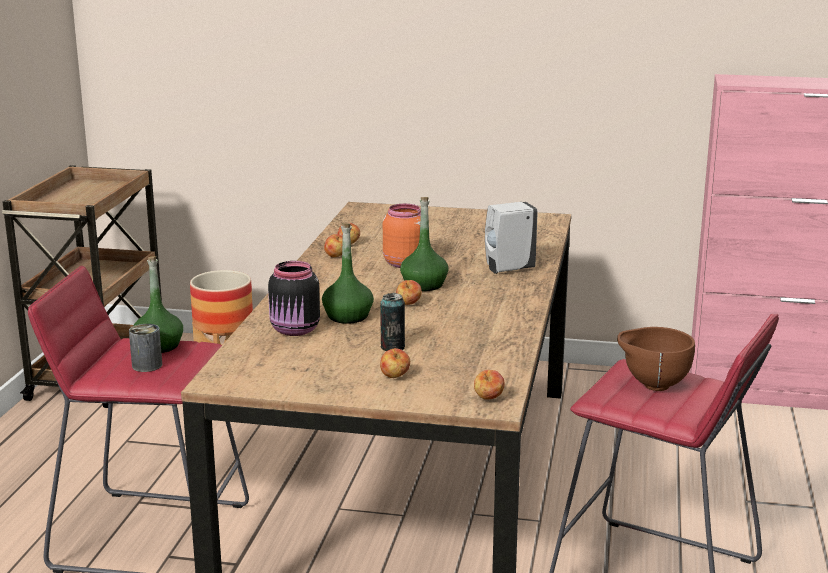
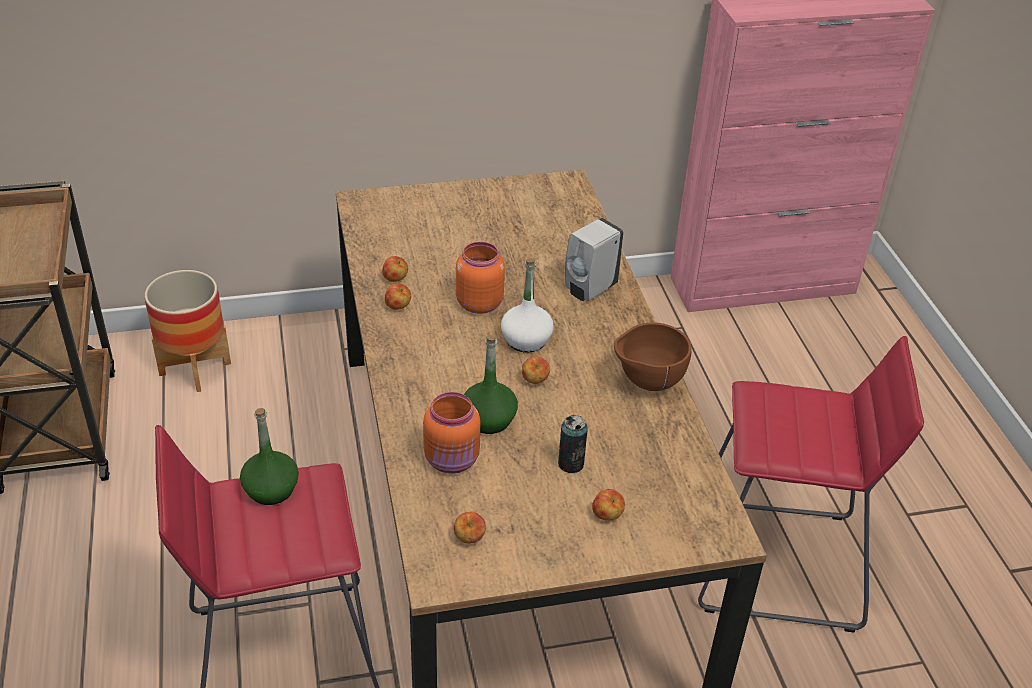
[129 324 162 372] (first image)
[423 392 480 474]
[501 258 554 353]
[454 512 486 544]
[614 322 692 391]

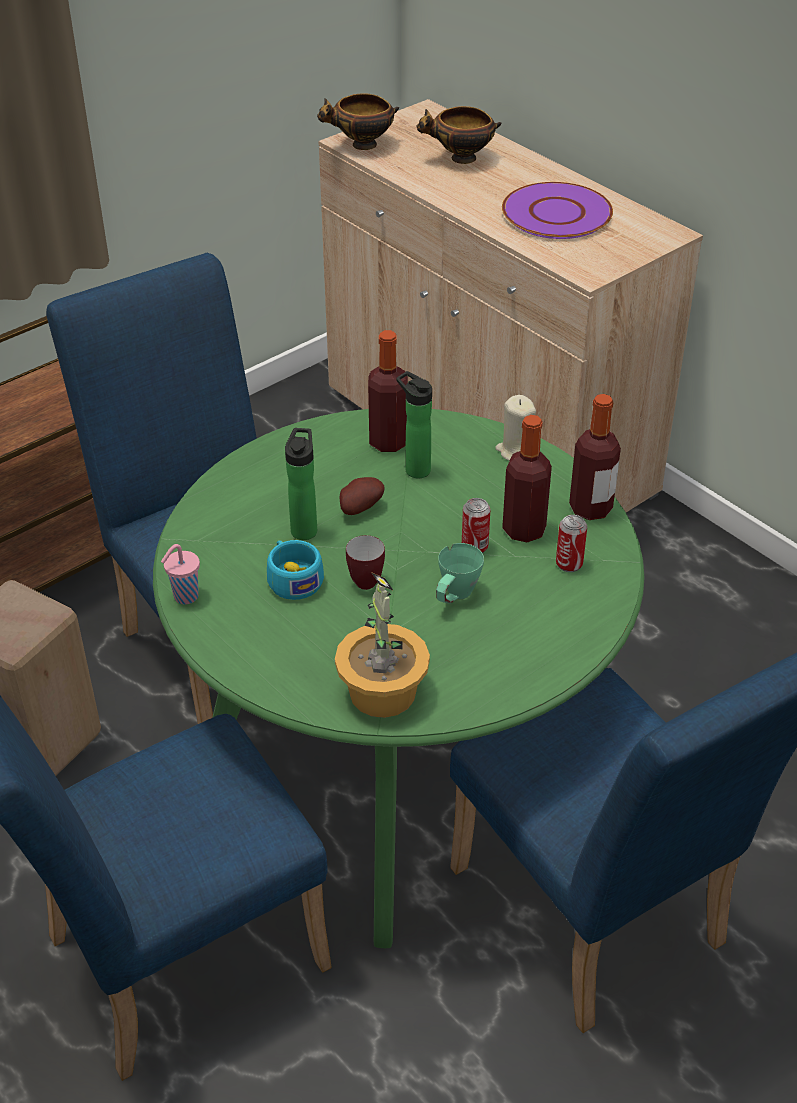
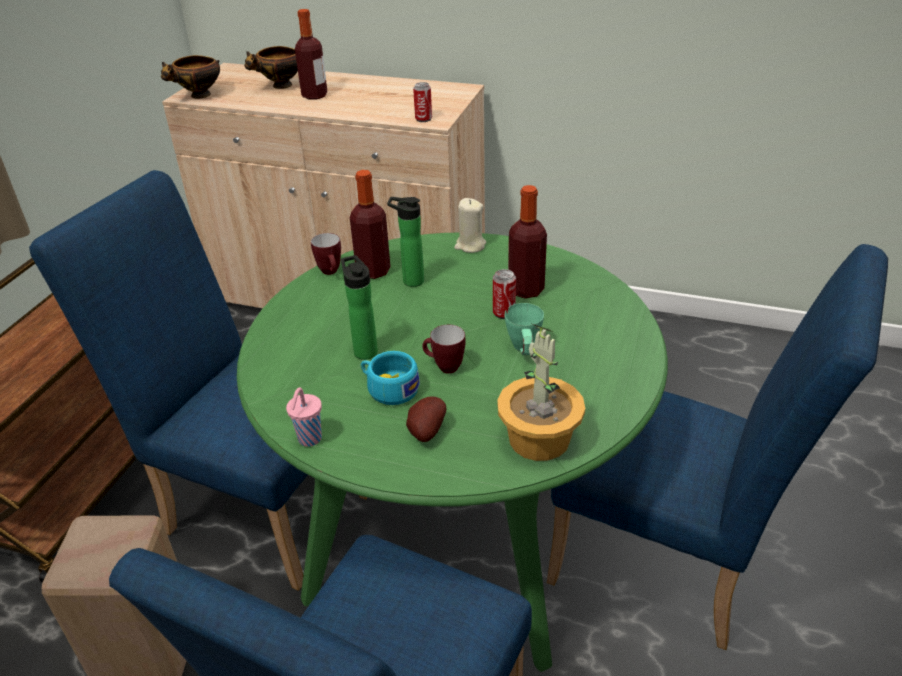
[406 396 446 442]
[502 182 613 239] (first image)
[413 82 432 122]
[295 9 327 100]
[311 233 341 275]

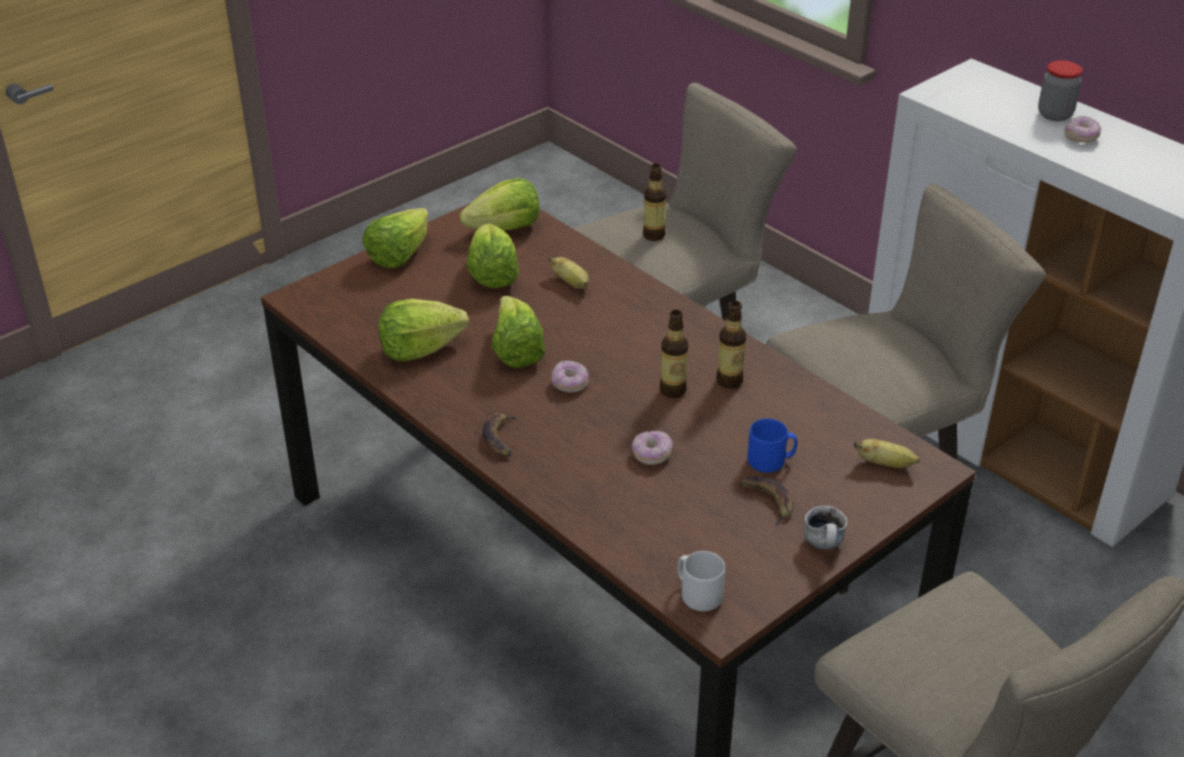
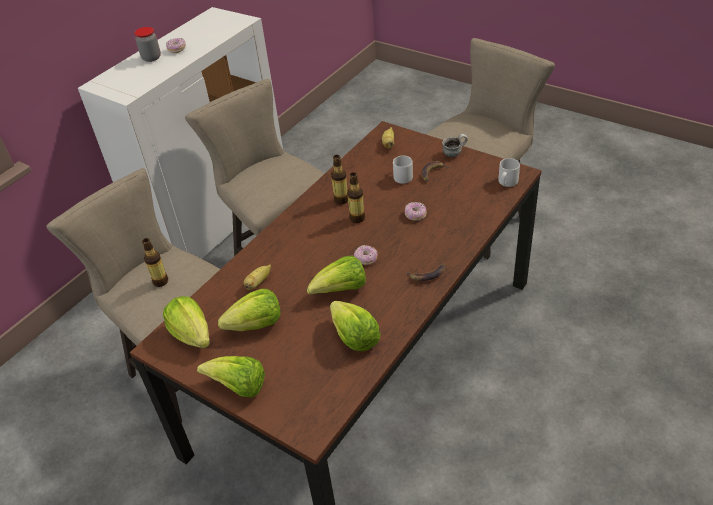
[393 156 413 184]

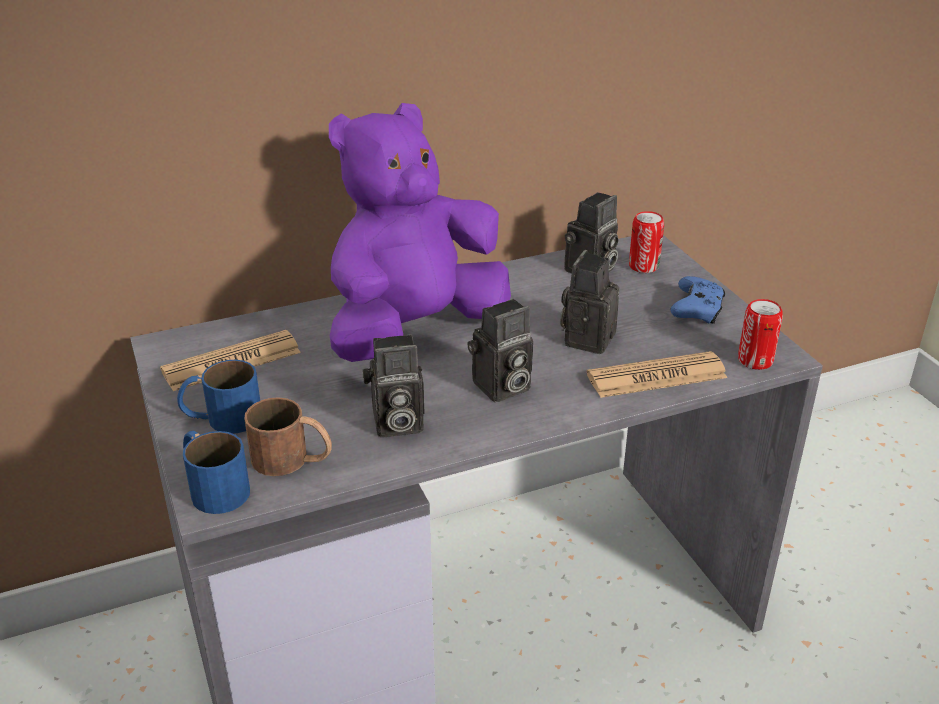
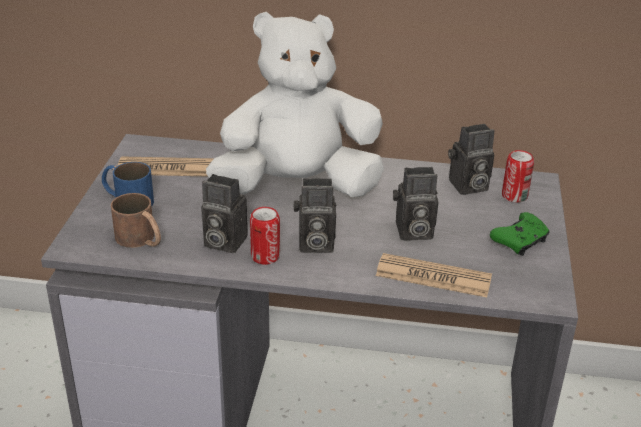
[183 431 250 514] (first image)
[206 12 384 197]
[393 167 438 240]
[490 212 550 256]
[250 207 280 265]

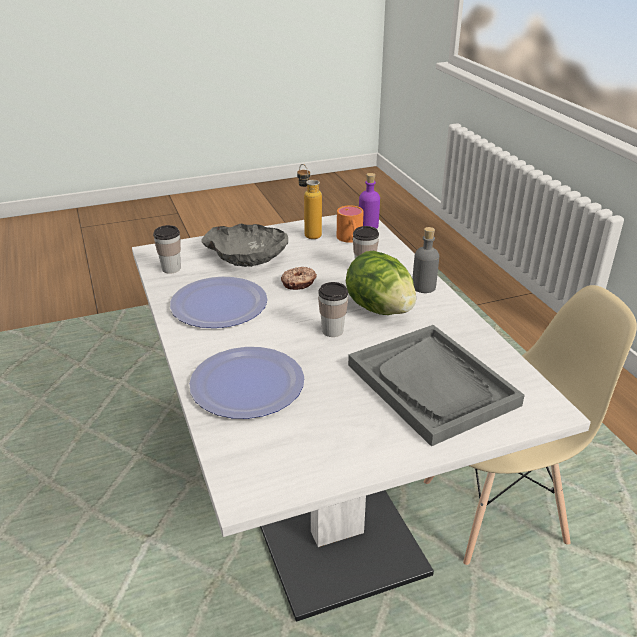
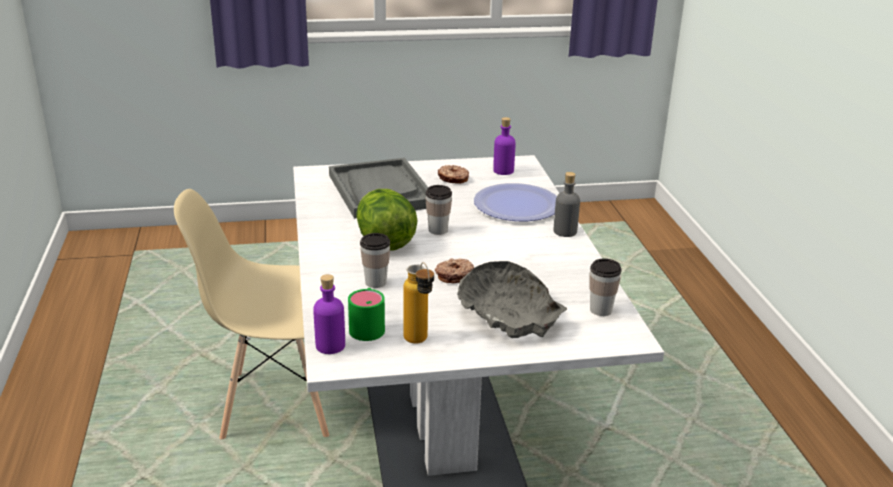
[170 277 268 328] (first image)
[348 288 385 341]
[554 172 580 237]
[438 165 469 184]
[493 117 516 175]

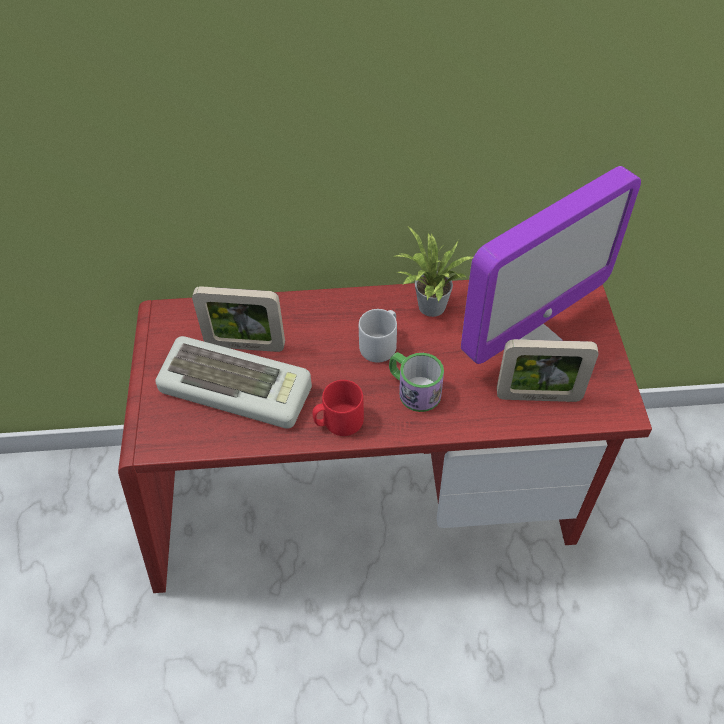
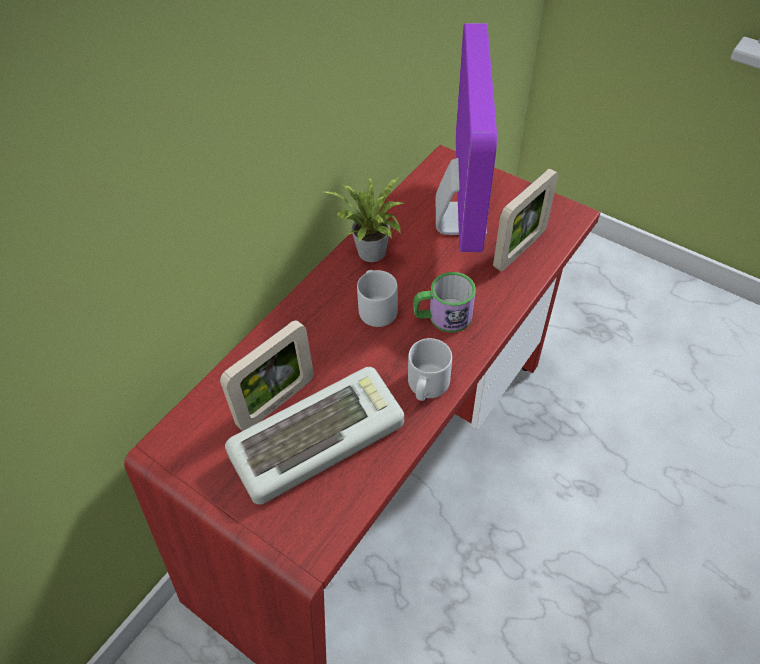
[408 338 452 401]

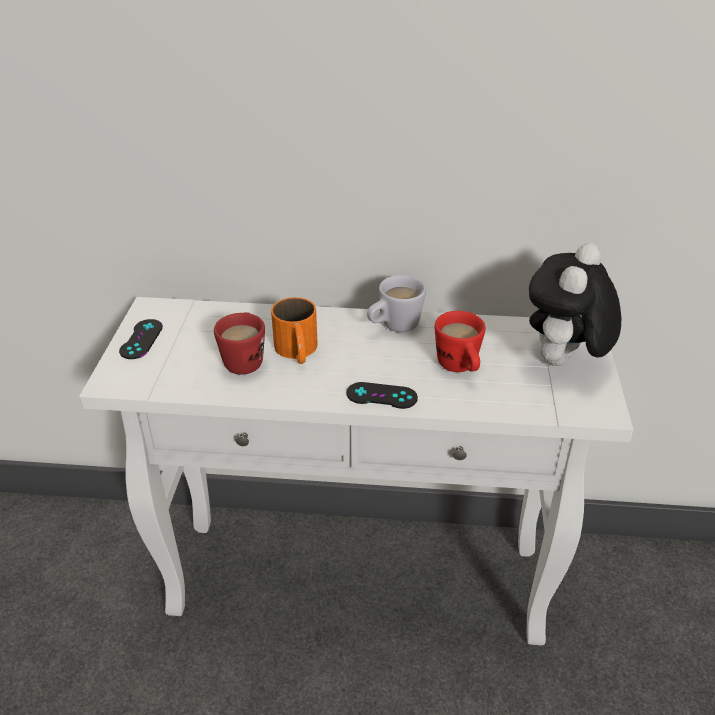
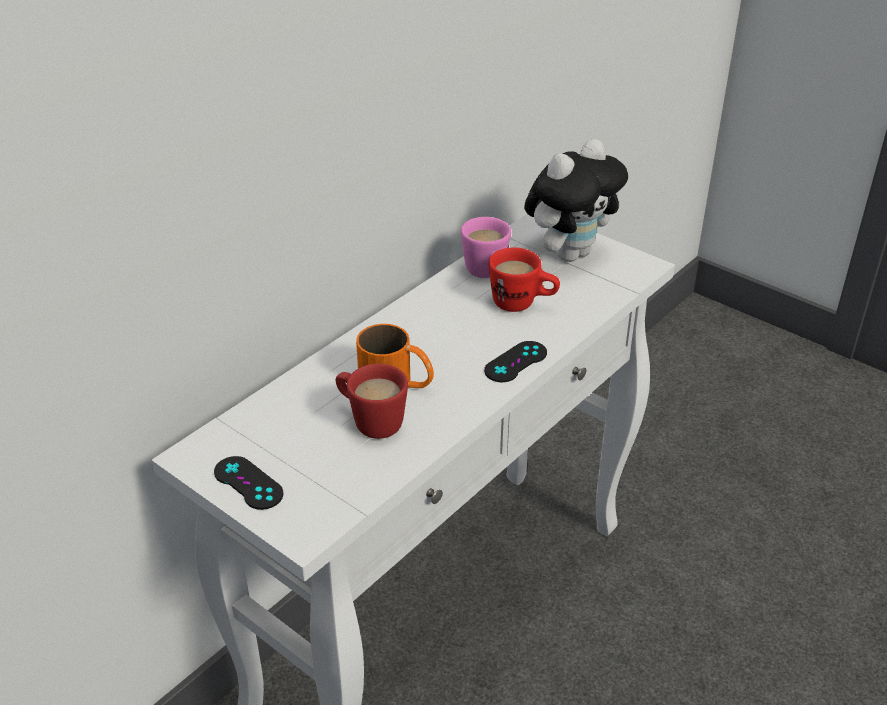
[367 275 426 332] (first image)
[524 139 628 262]
[461 217 511 278]

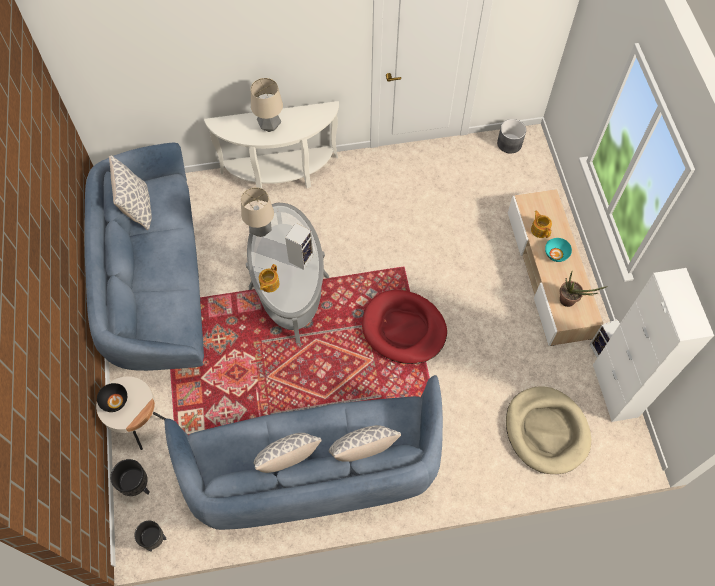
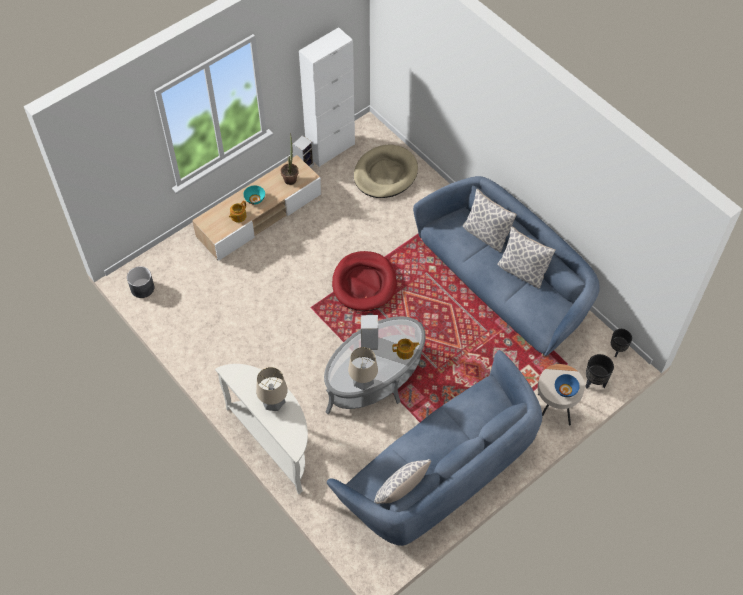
[555 374 580 397]

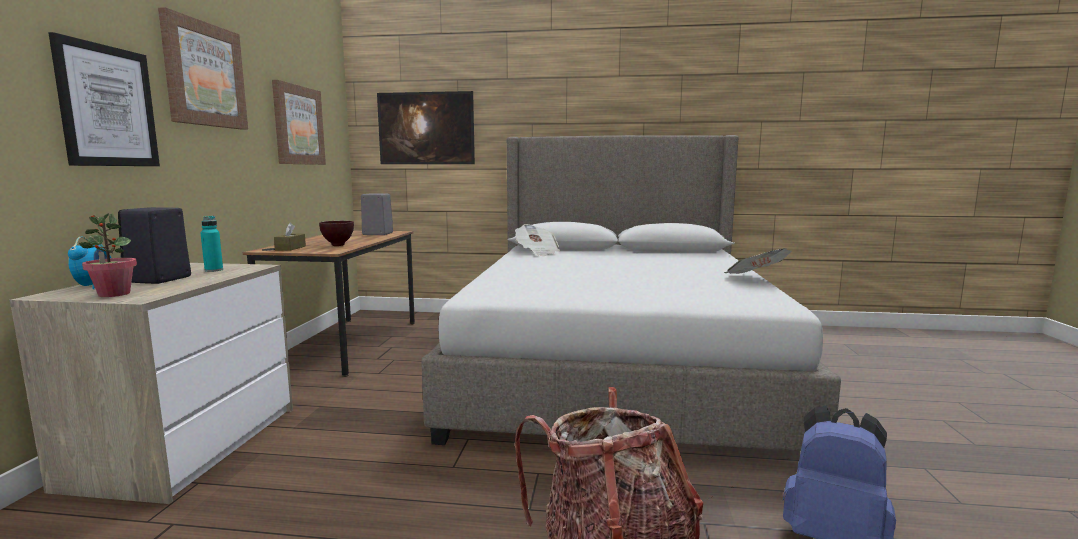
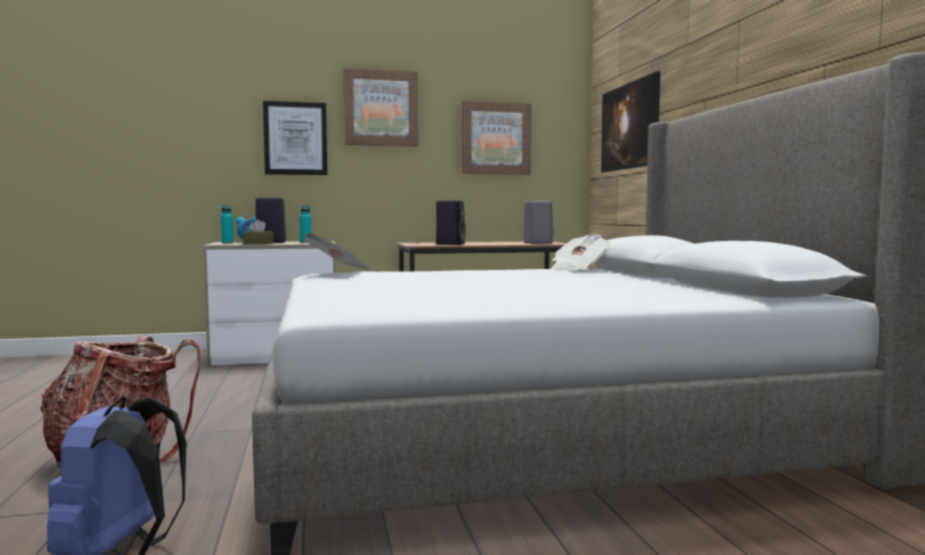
[221 205 234 244]
[243 219 274 244]
[436 200 466 245]
[303 233 372 270]

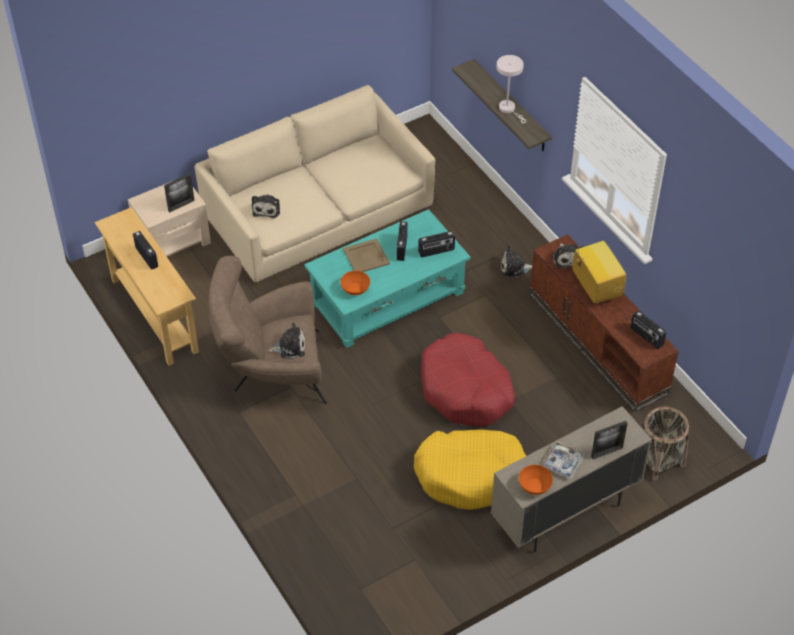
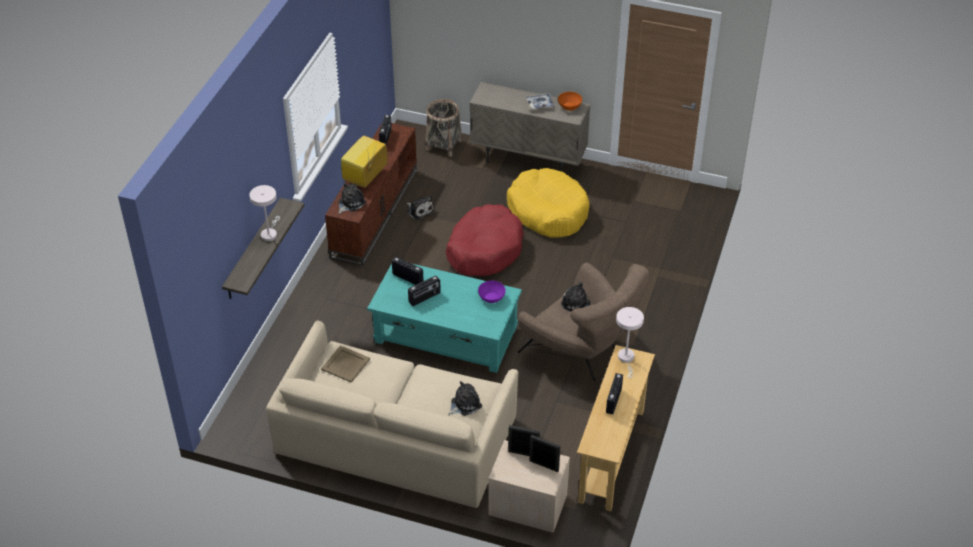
[478 281 506 303]
[321 345 370 383]
[407 195 434 220]
[529 435 560 472]
[616 307 644 378]

